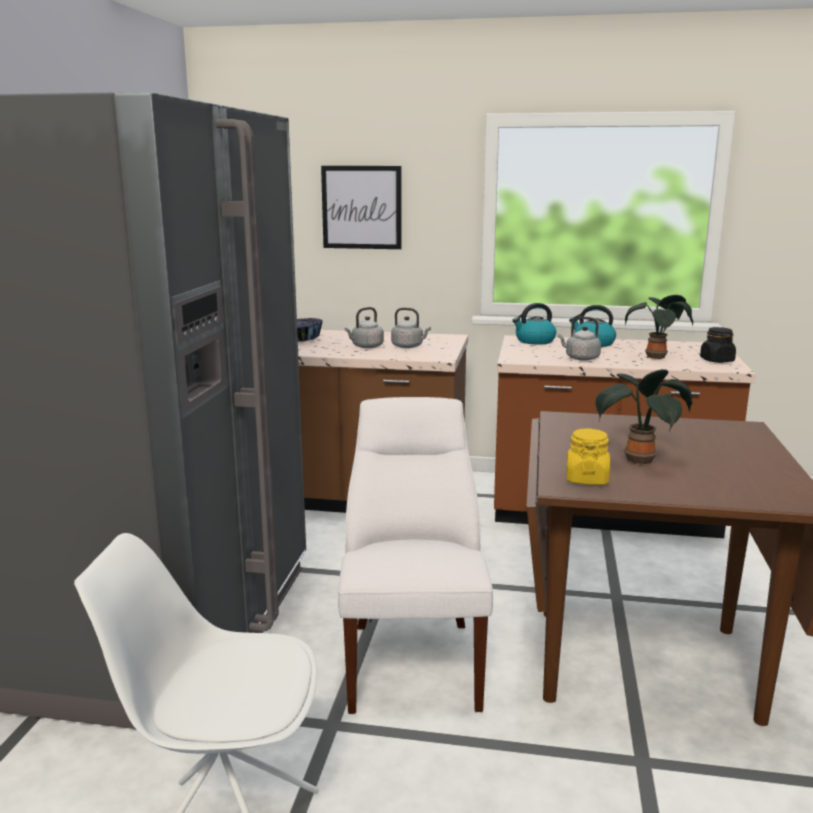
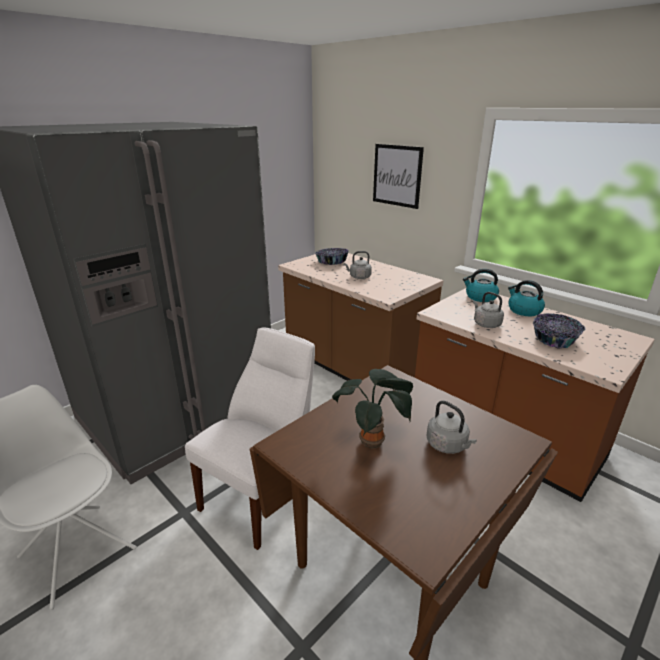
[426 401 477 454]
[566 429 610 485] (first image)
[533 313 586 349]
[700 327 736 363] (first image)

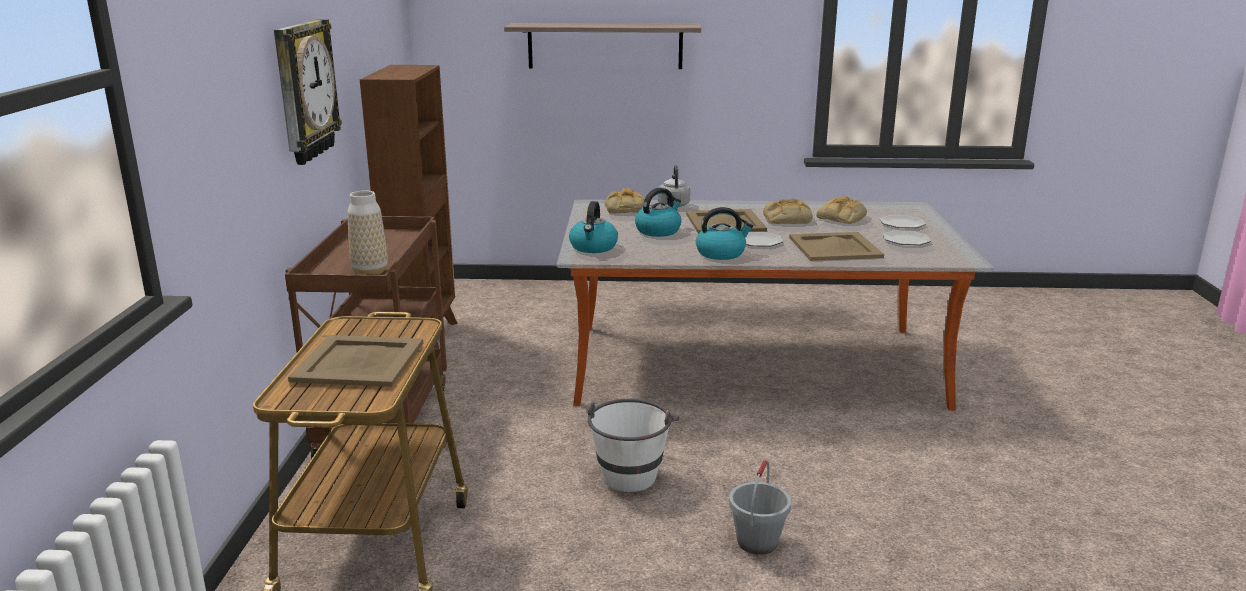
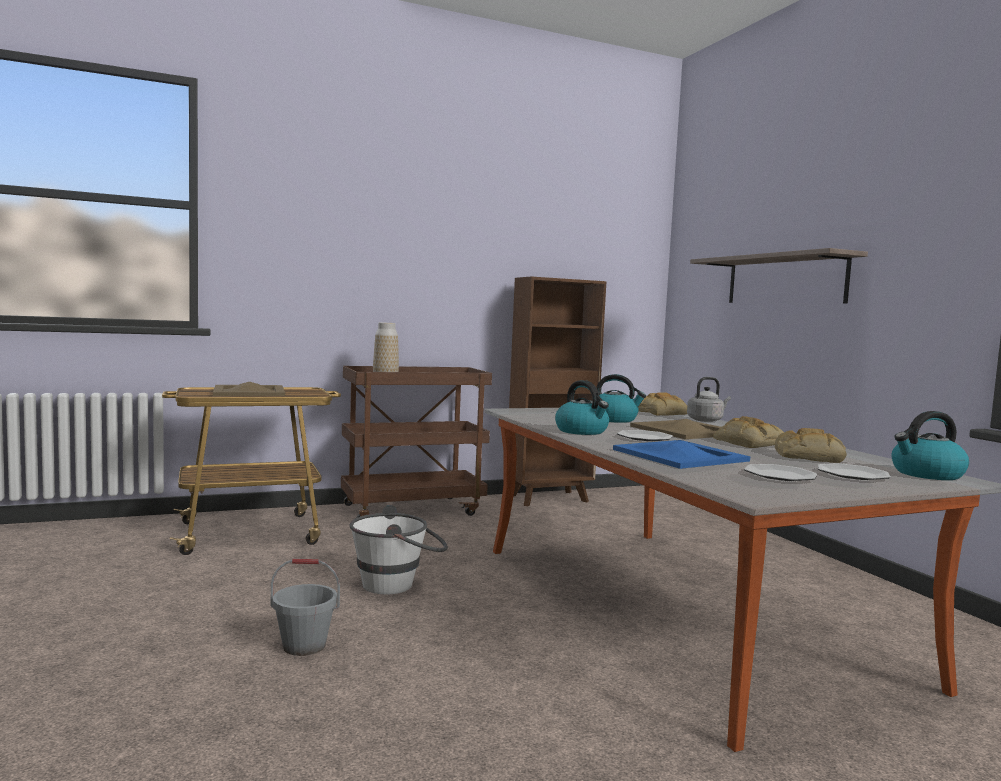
[274 19 342 165] (first image)
[892 411 969 480]
[613 440 750 469]

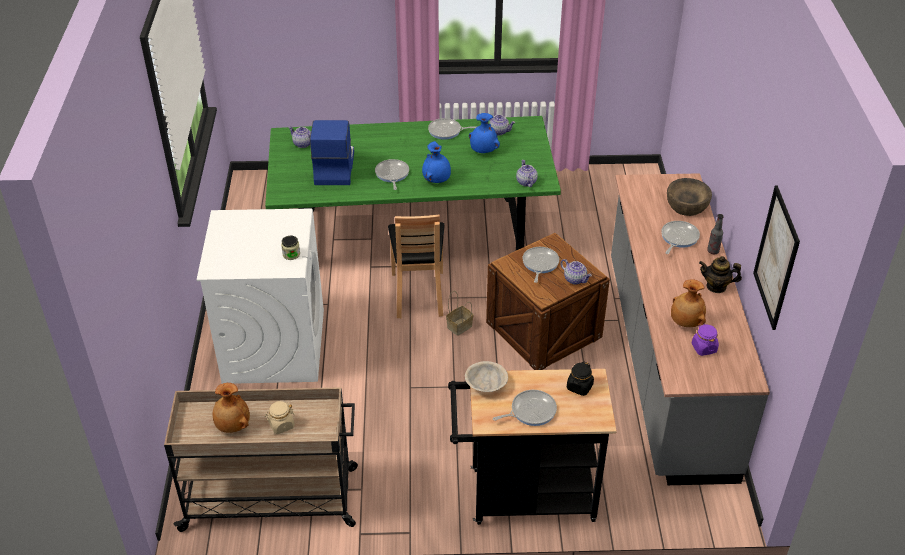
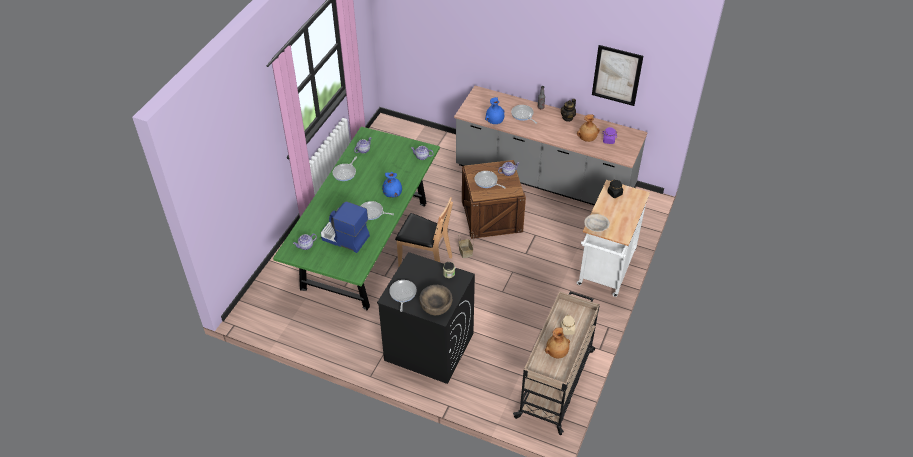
[377 252 475 384]
[577 180 650 297]
[485 97 505 124]
[389 280 417 312]
[419 285 453 315]

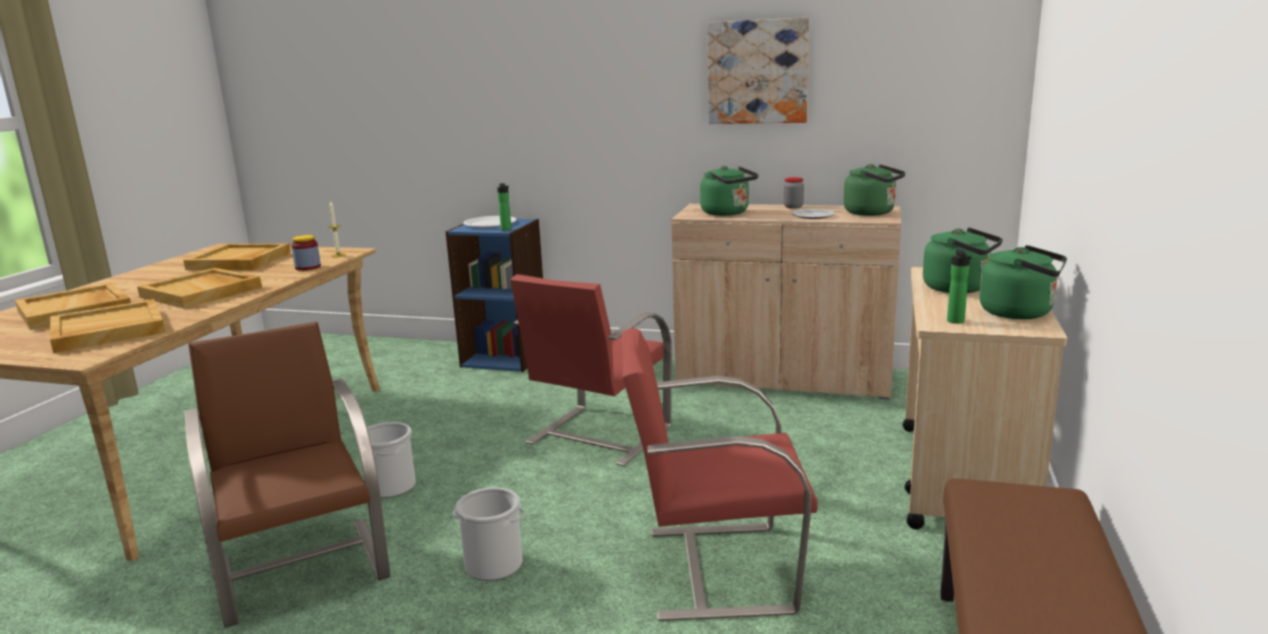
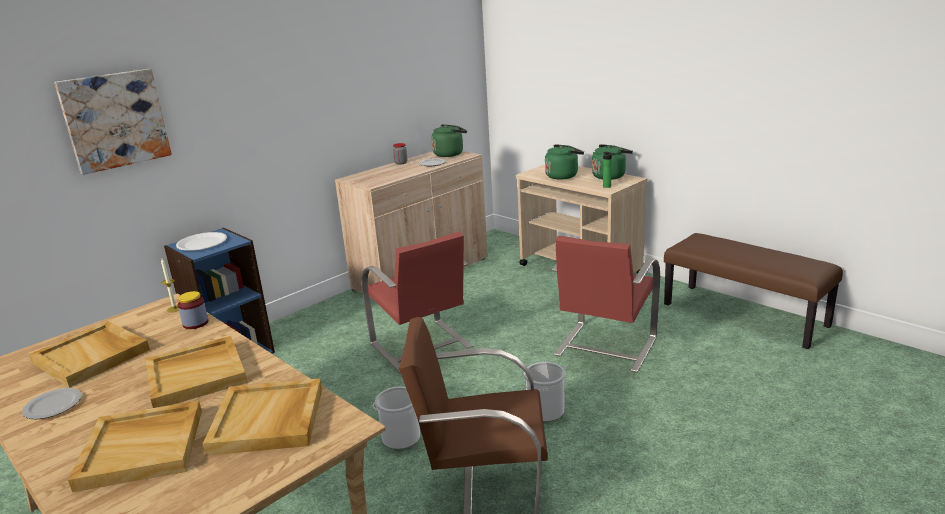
[497 183 511 231] (first image)
[700 166 758 216] (first image)
[54 69 172 175]
[22 388 82 419]

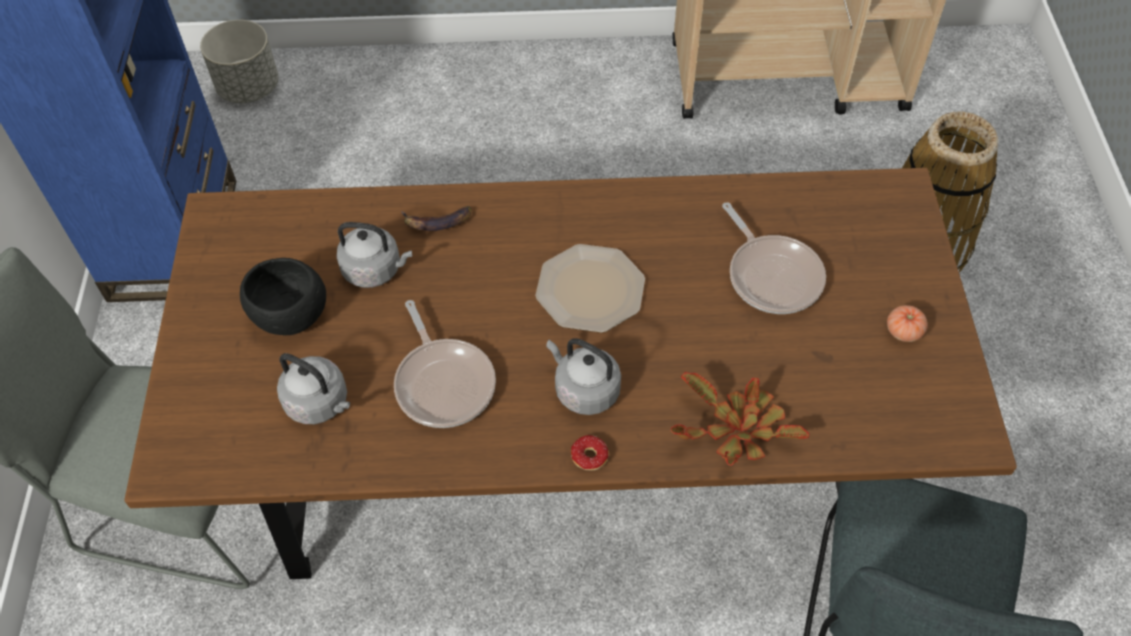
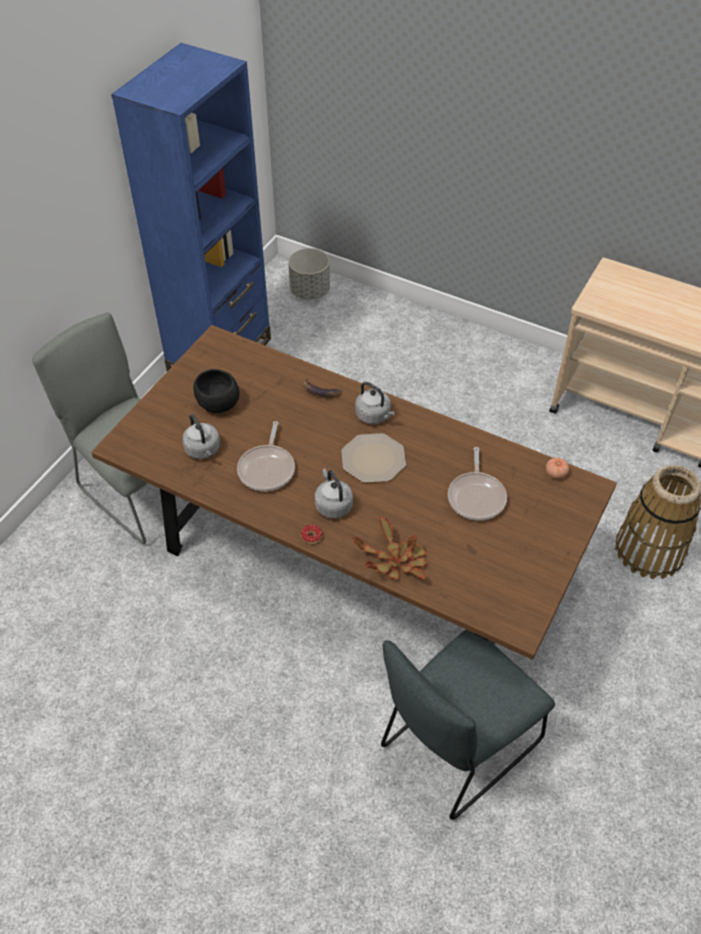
[355 382 395 424]
[546 458 569 479]

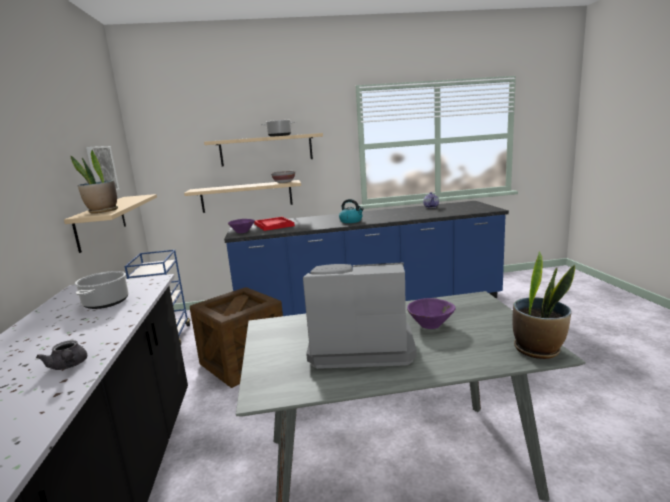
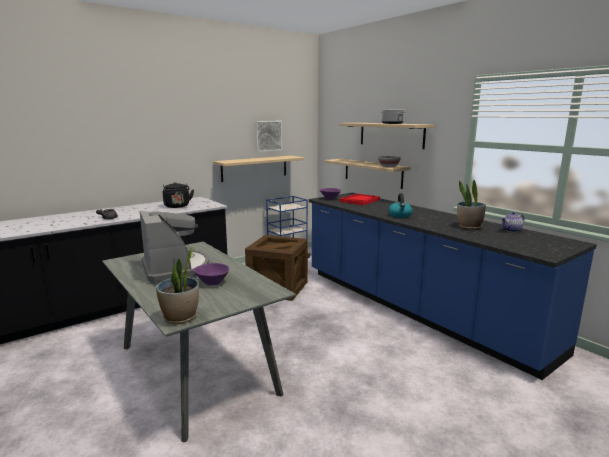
[457 180 486 230]
[163 182 194 208]

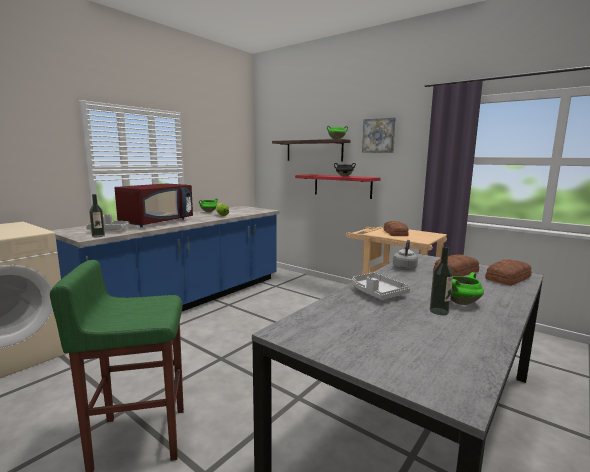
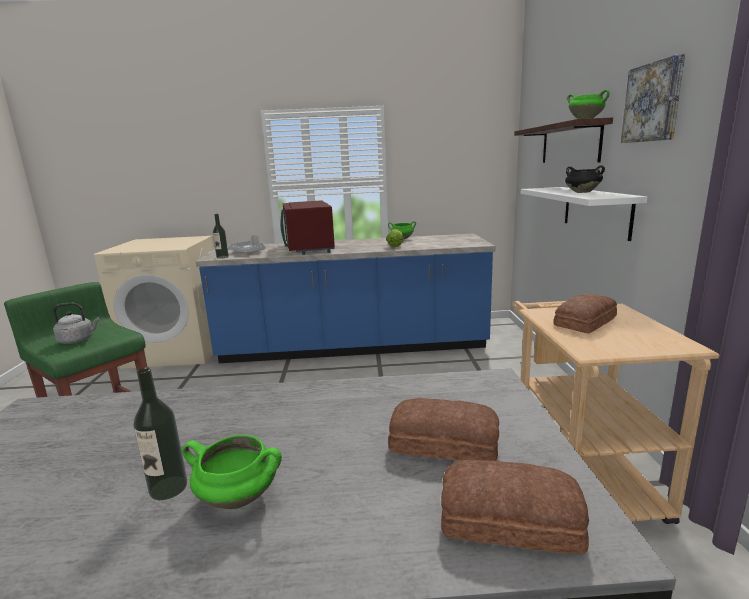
[281 200 335 255]
[521 187 647 241]
[352 273 410 300] (first image)
[53 303 100 344]

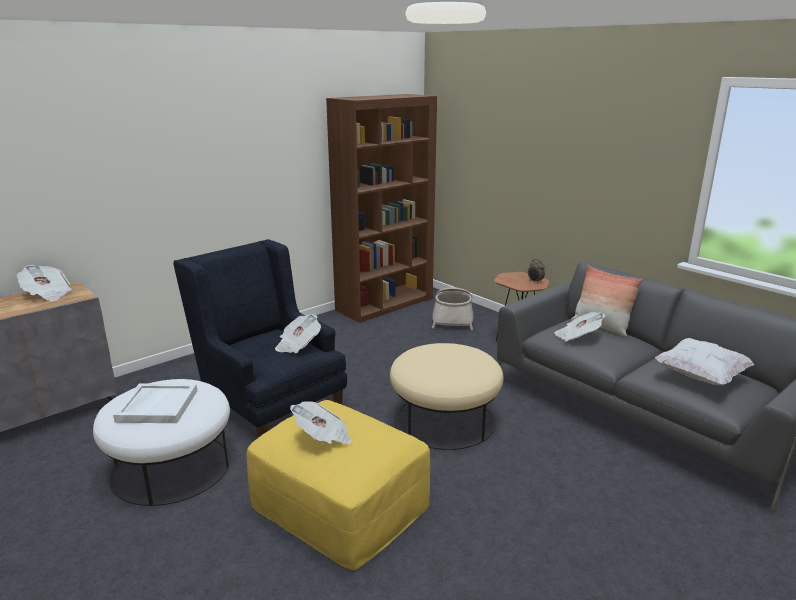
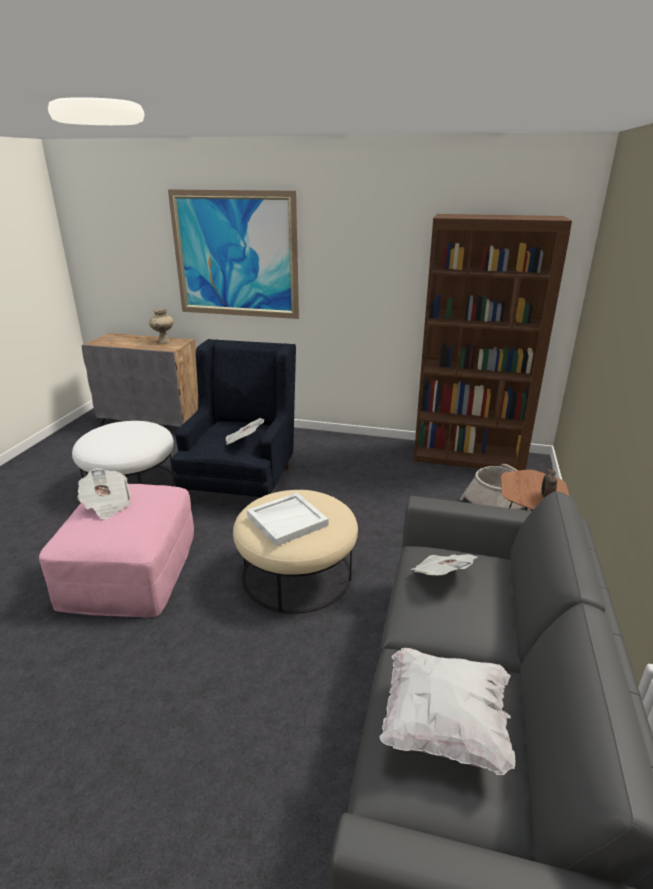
[149 309 174 343]
[247 493 328 546]
[39 484 194 618]
[571 265 643 337] (first image)
[168 189 299 319]

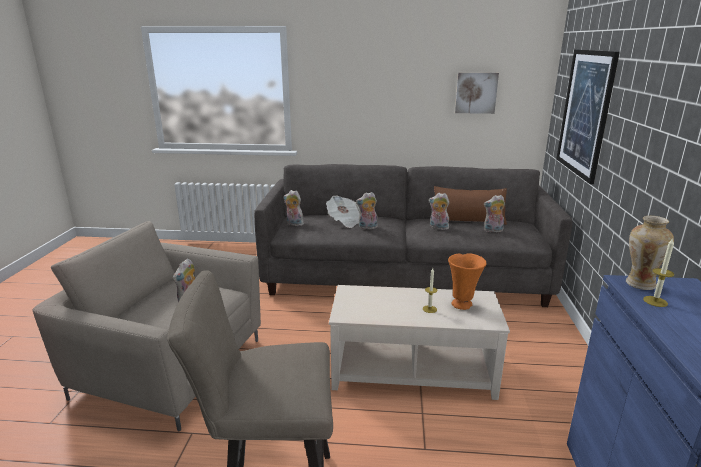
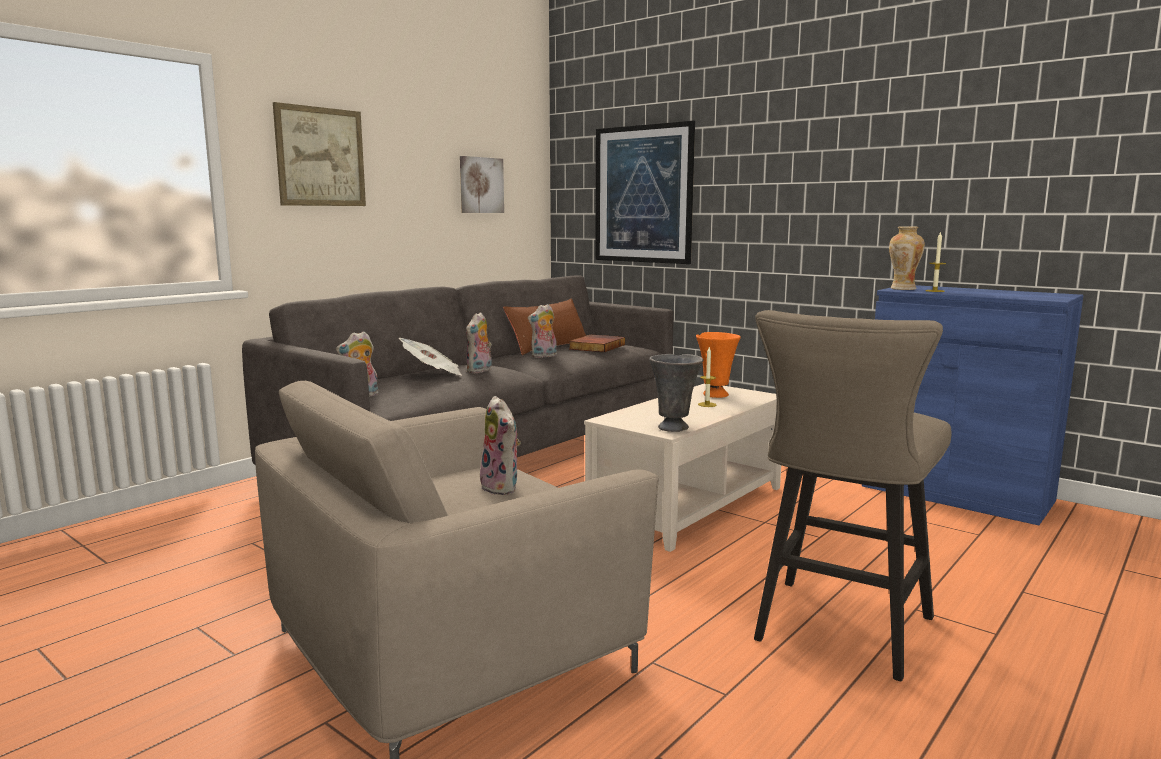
[569 335 625 352]
[273 102 366 206]
[649 354 703 432]

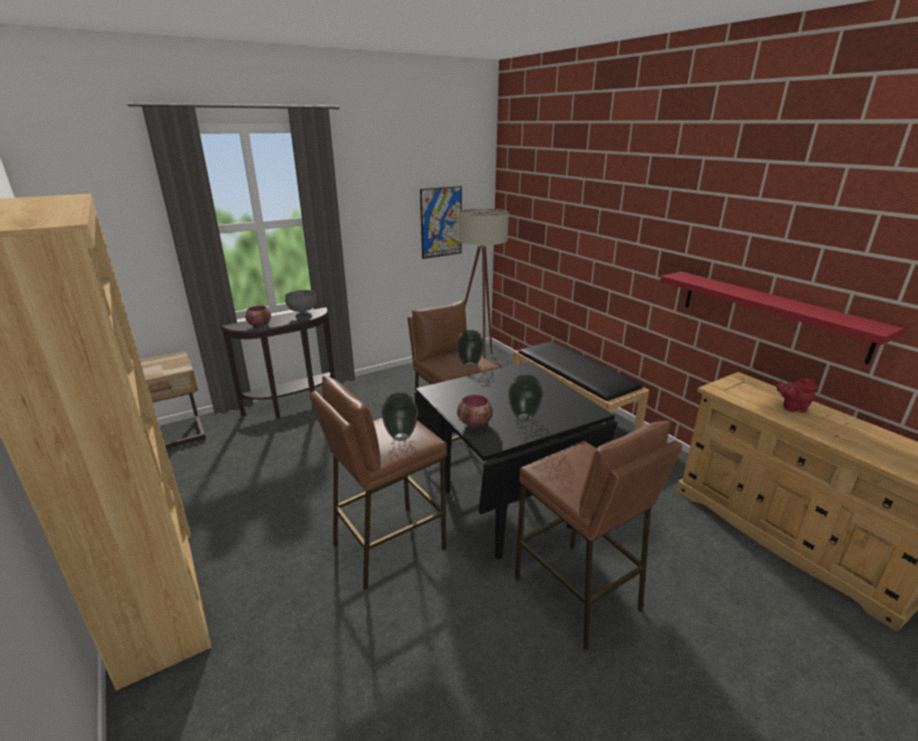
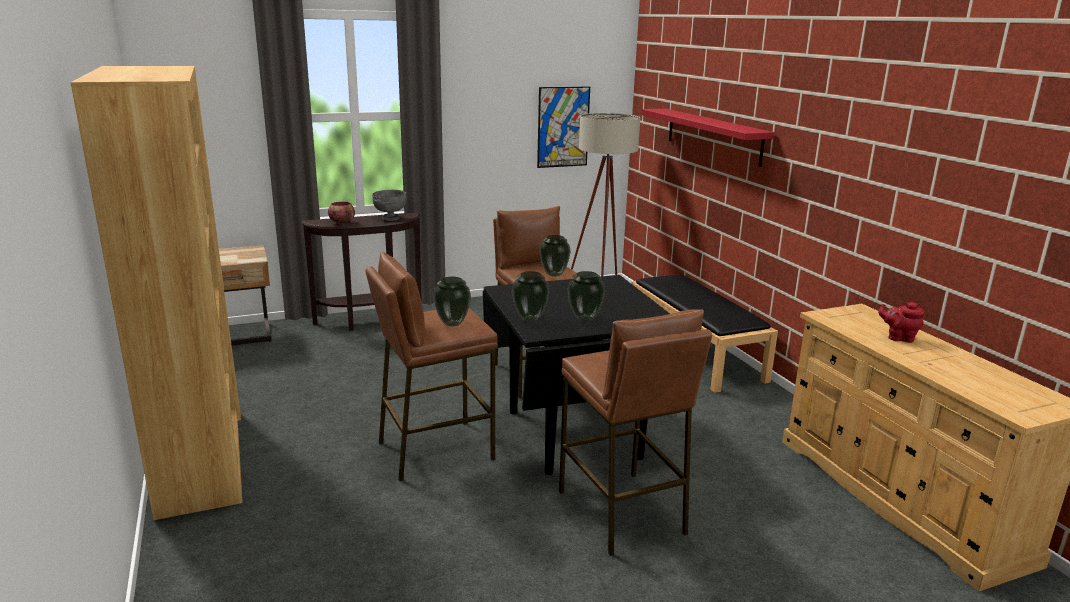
[512 271 550 322]
[642 109 775 167]

